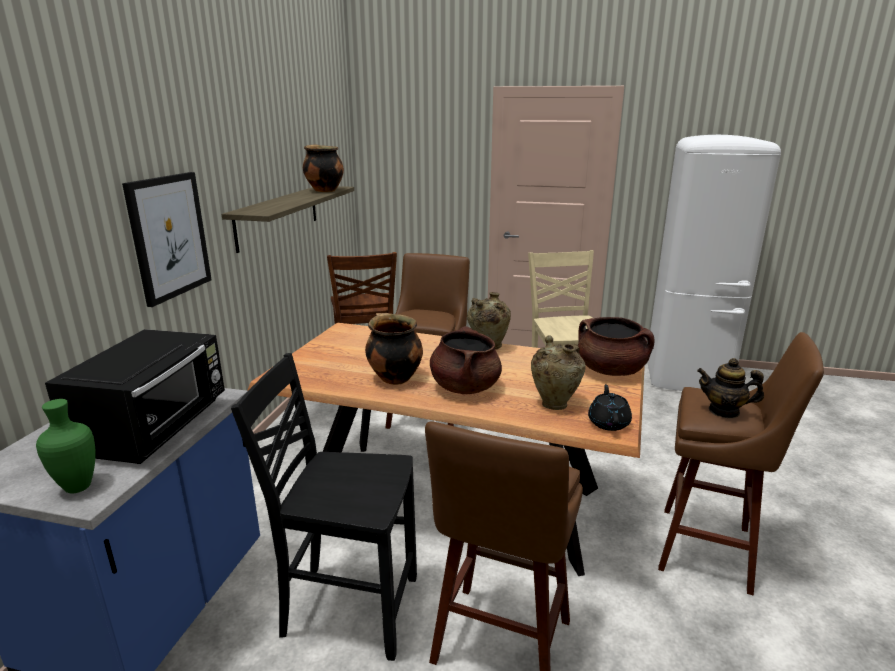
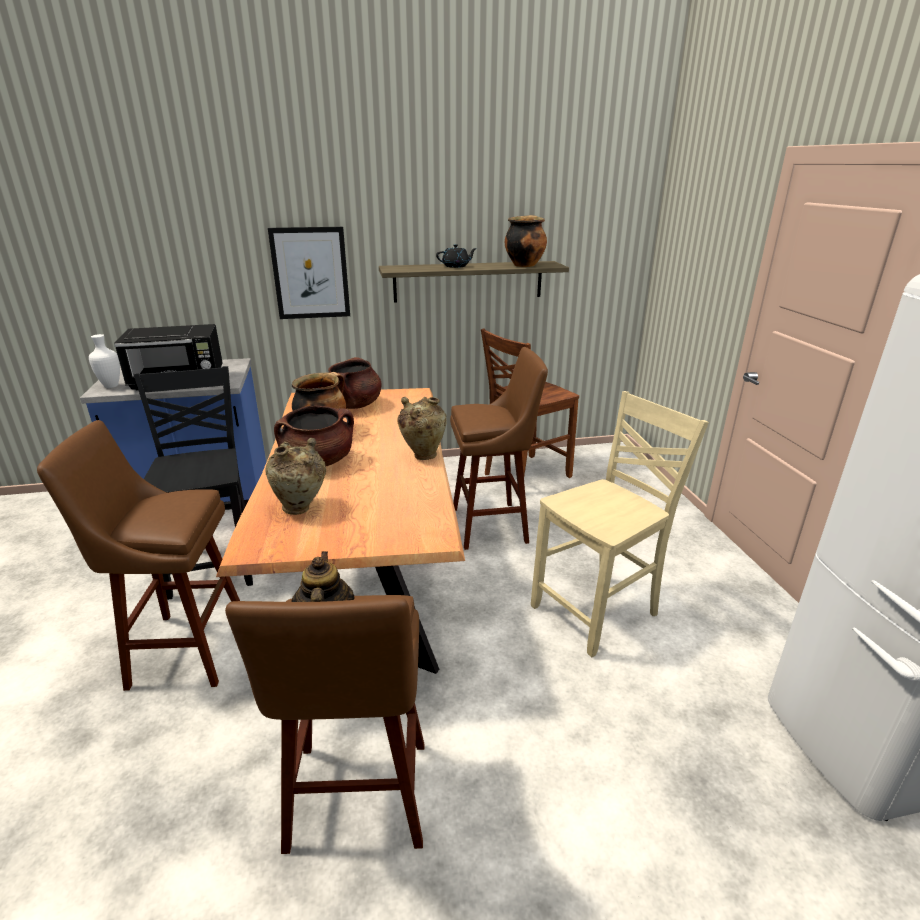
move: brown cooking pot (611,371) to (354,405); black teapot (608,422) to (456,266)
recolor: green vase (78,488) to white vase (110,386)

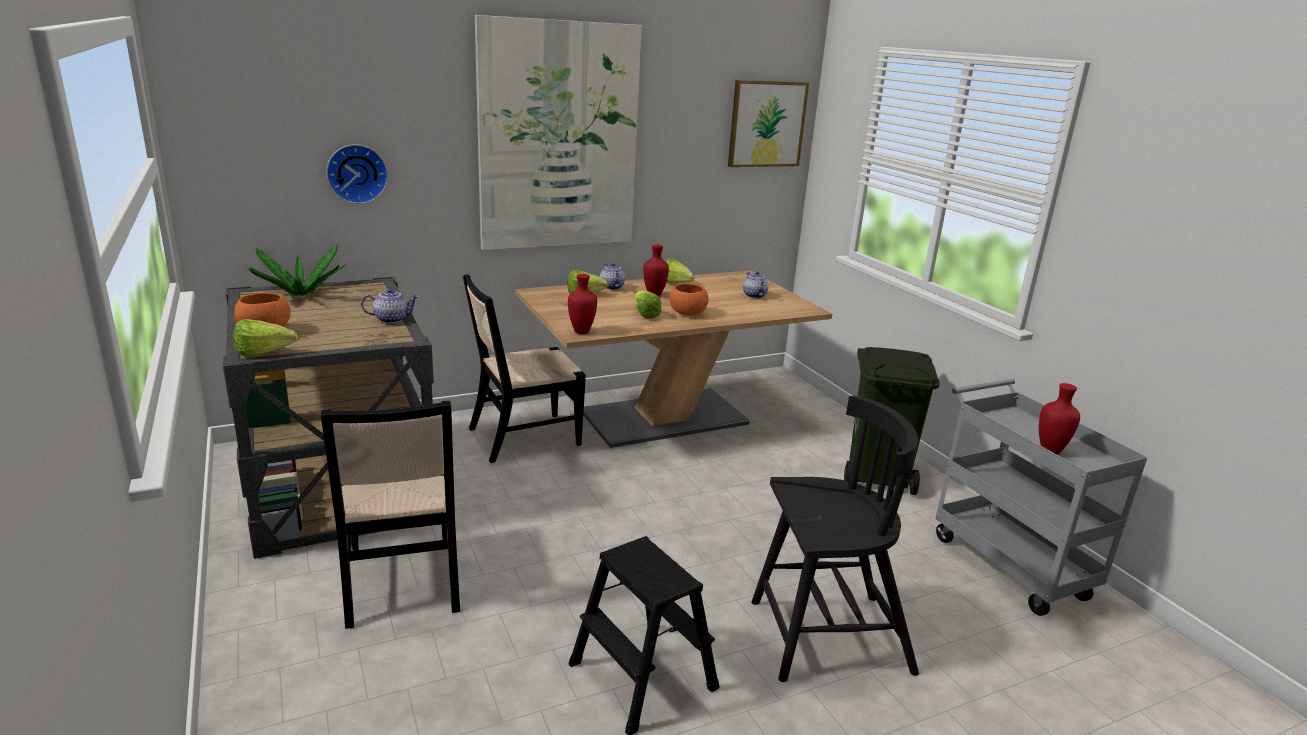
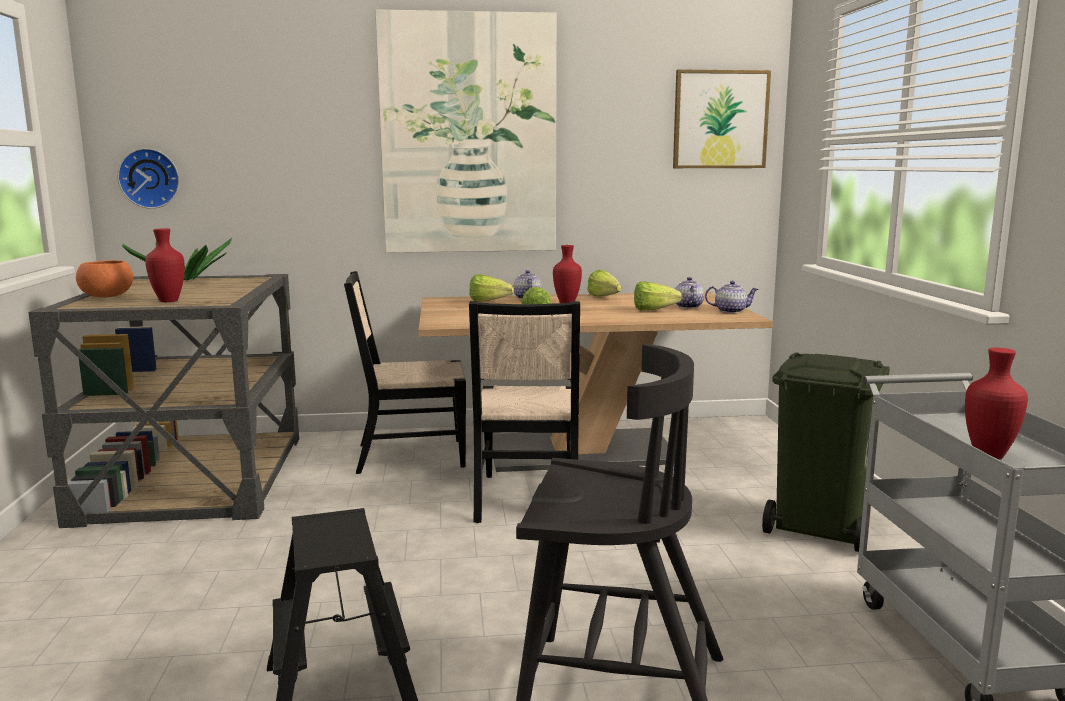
delete: orange bowl (687,313)
move: lettuce (268,353) to (657,310); chair (402,580) to (527,498); wall clock (357,173) to (150,178); teapot (392,319) to (730,311); red vase (581,332) to (167,301)

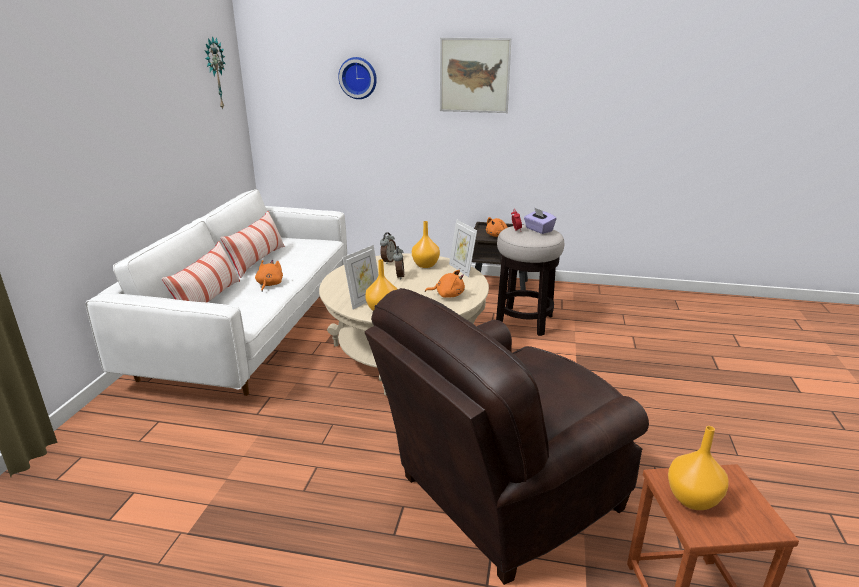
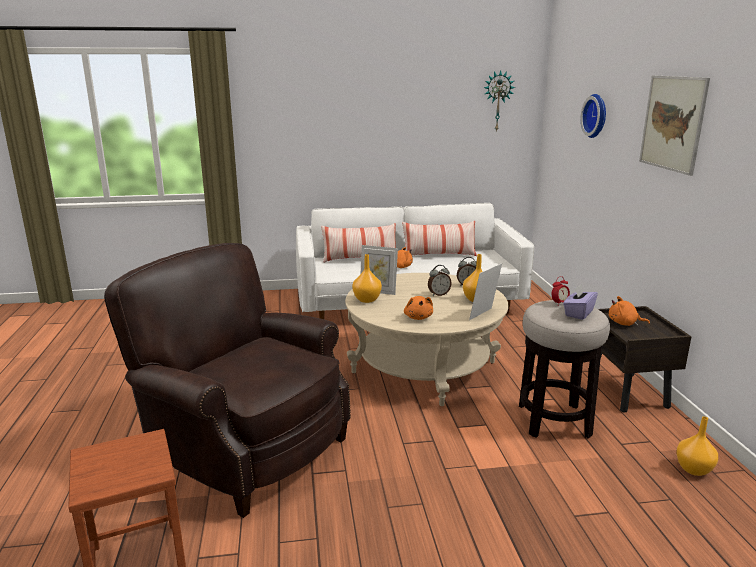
move: orange vase (692,498) to (694,469)

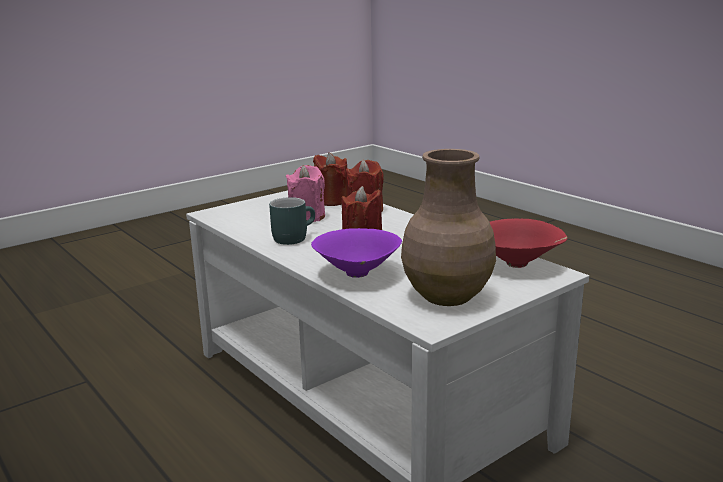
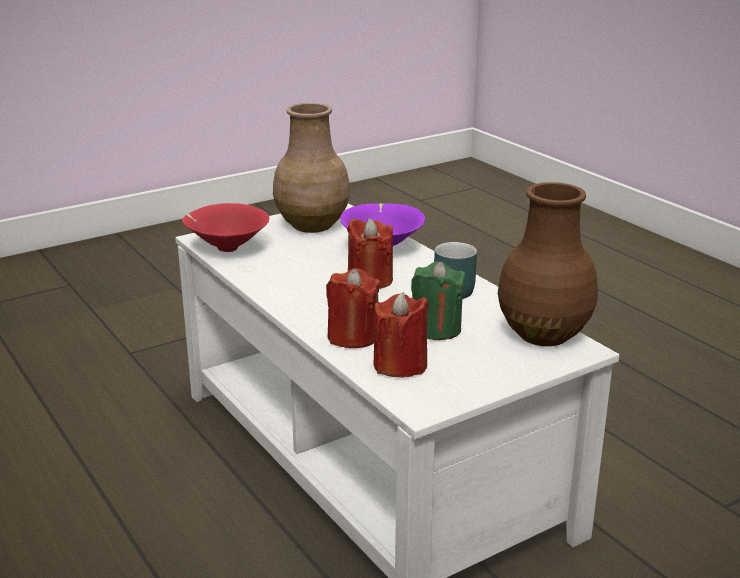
insert: brown vase (545,335)
recolor: pink candle (307,217) to green candle (436,329)

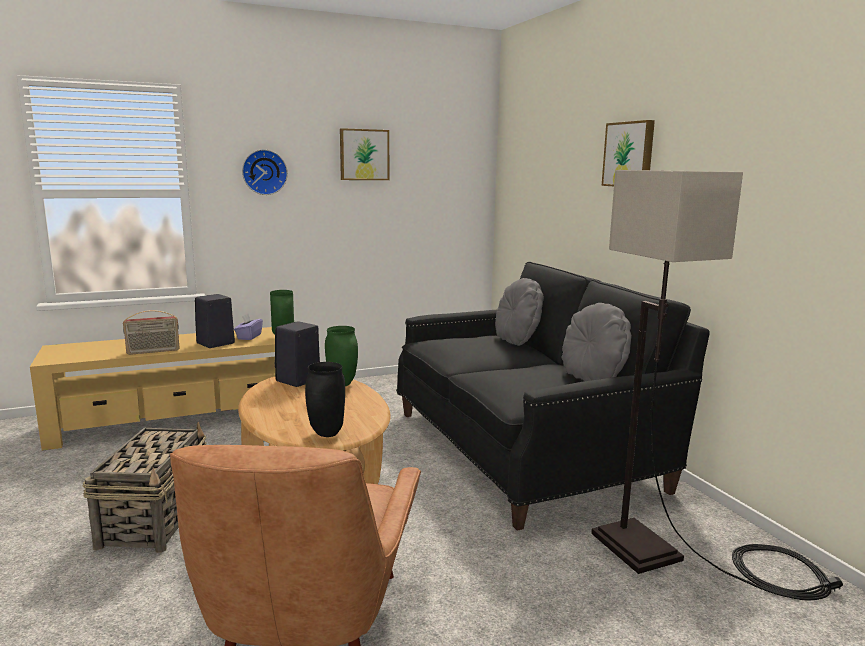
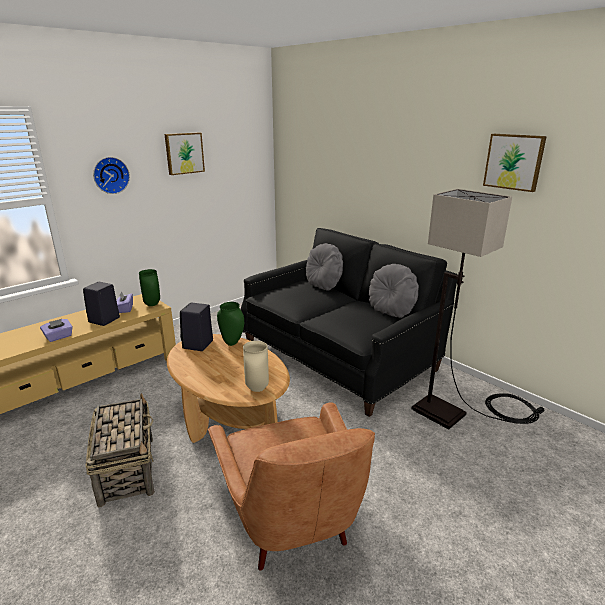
move: picture (629,154) to (514,162)
replace: radio (153,351) to purple tissue box (59,337)
recolor: black vase (327,434) to beige vase (258,388)

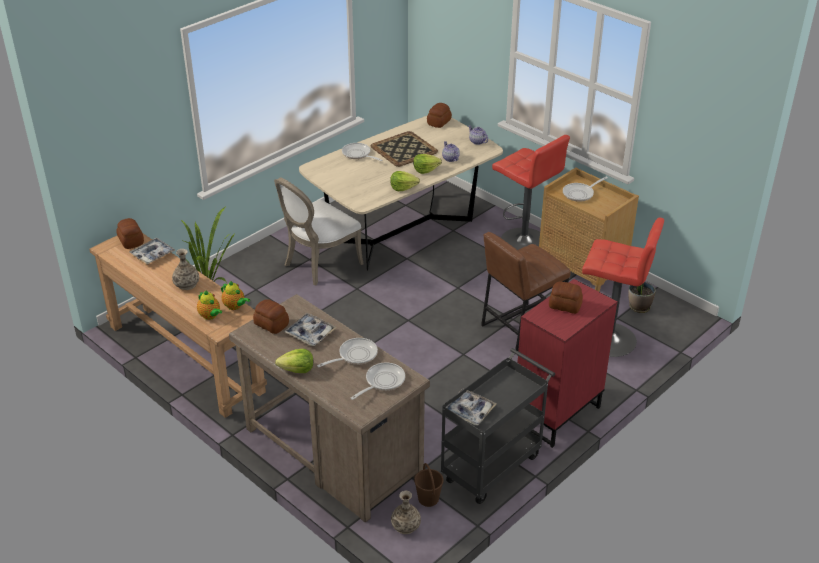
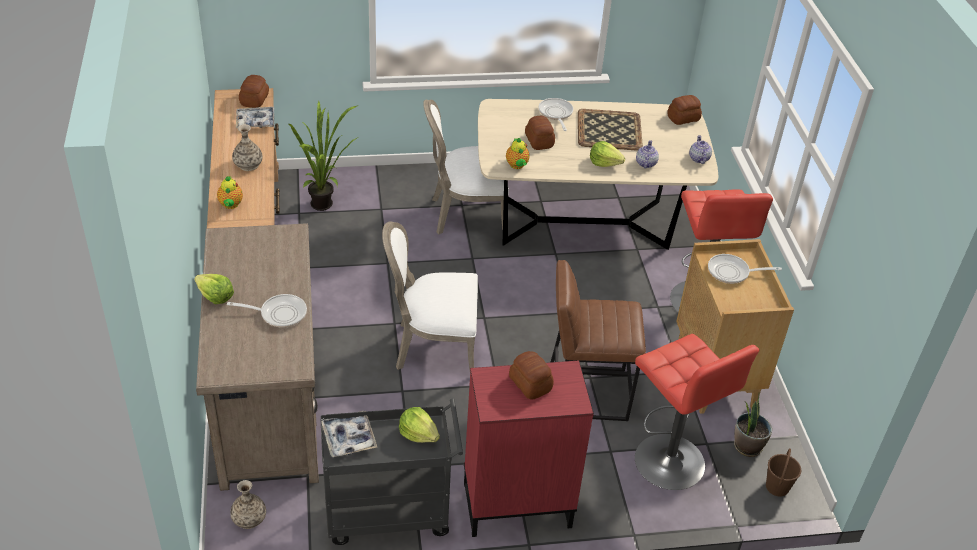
delete: tray (310,333); frying pan (382,382)
insert: white chair (433,347)
move: teapot (235,306) to (517,166); bread (271,324) to (539,141); lettuce (403,187) to (418,434); brown bucket (428,499) to (777,487)

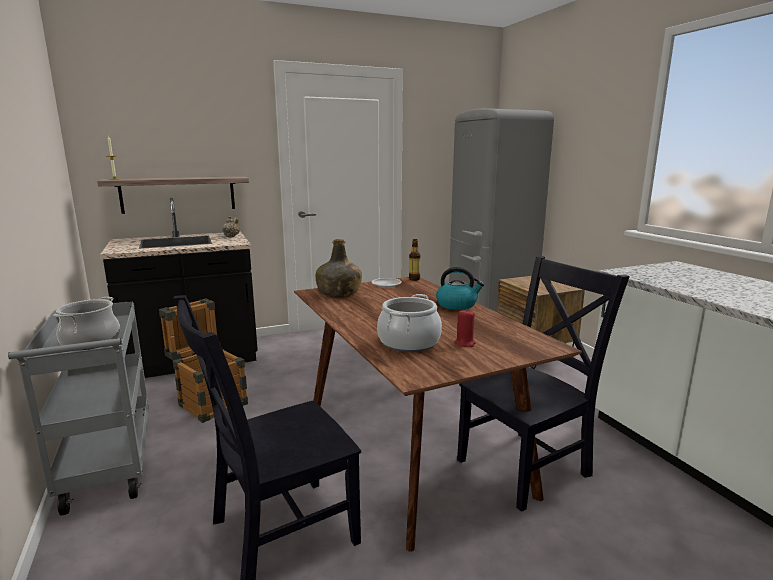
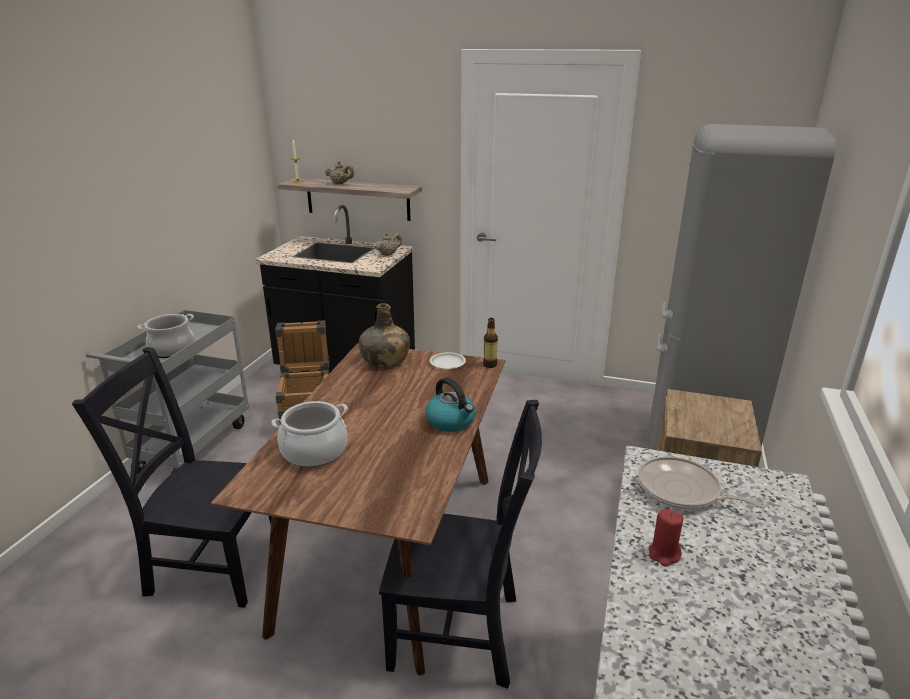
insert: beige teapot (340,183); frying pan (682,491)
move: red candle (465,343) to (664,554)

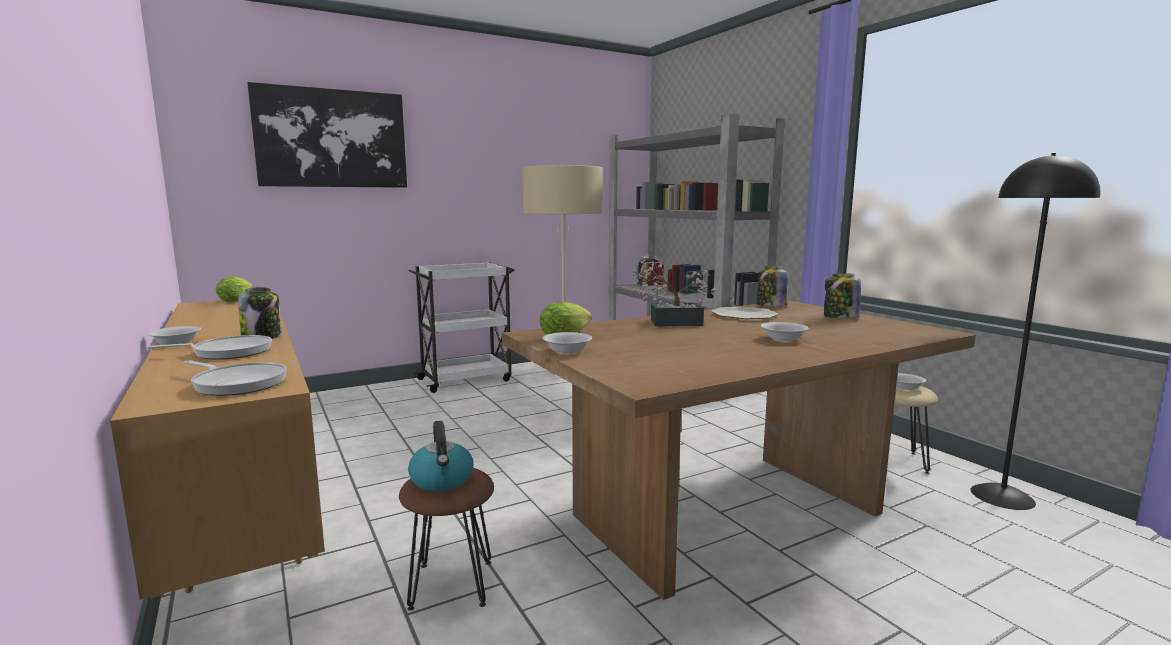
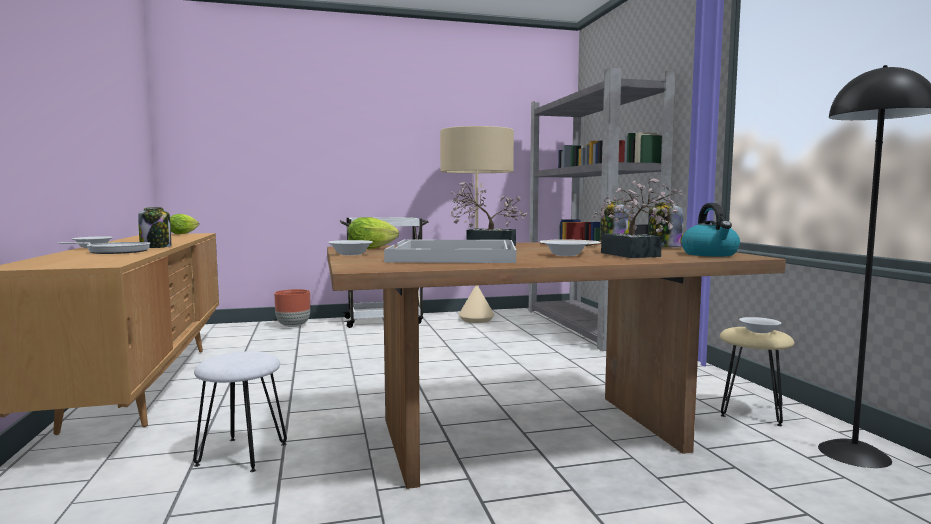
delete: frying pan (237,383); picture (332,138)
insert: brown planter (293,326); white tray (455,256); potted plant (633,255)
move: kettle (442,480) to (710,254)
recolor: brown stool (450,584) to white stool (241,454)

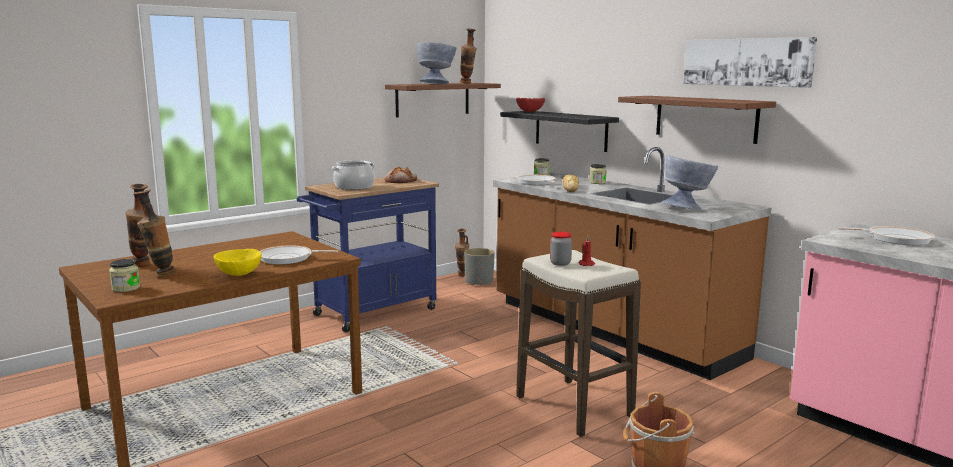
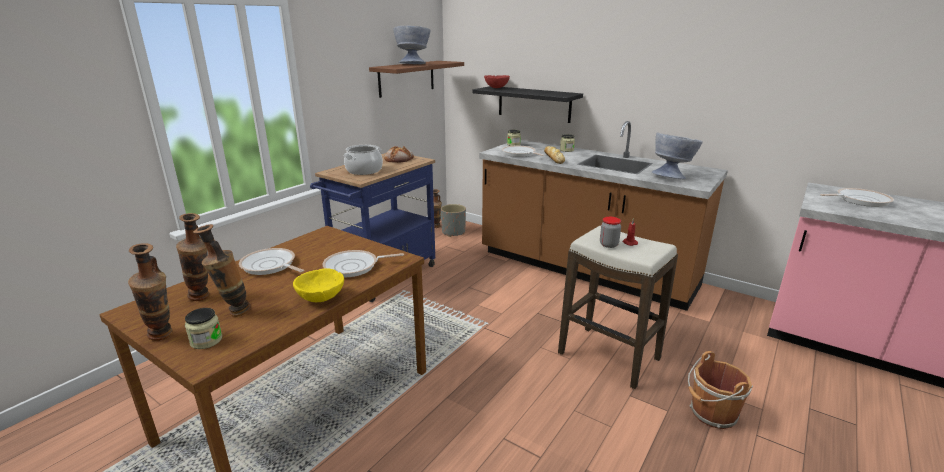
delete: brown shelf (705,118); picture (747,62)
insert: frying pan (270,266)
move: vase (467,83) to (163,338)

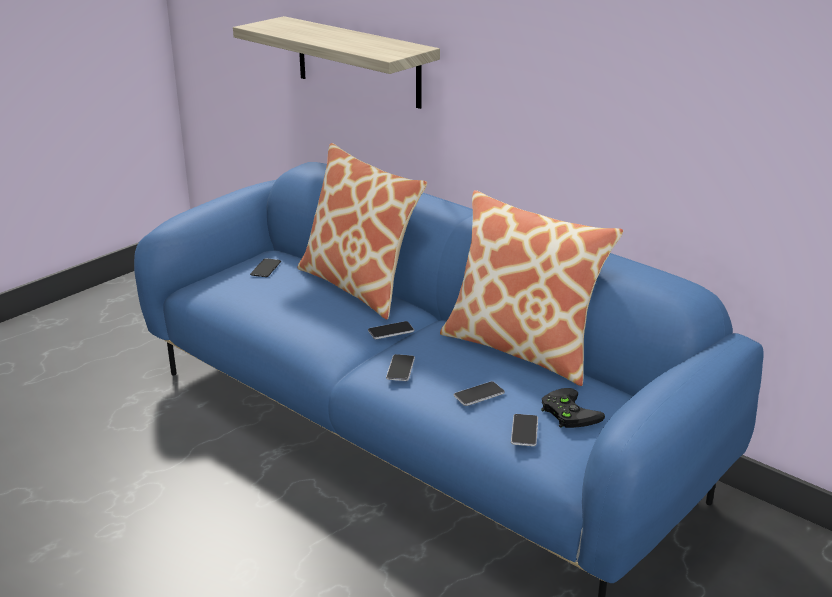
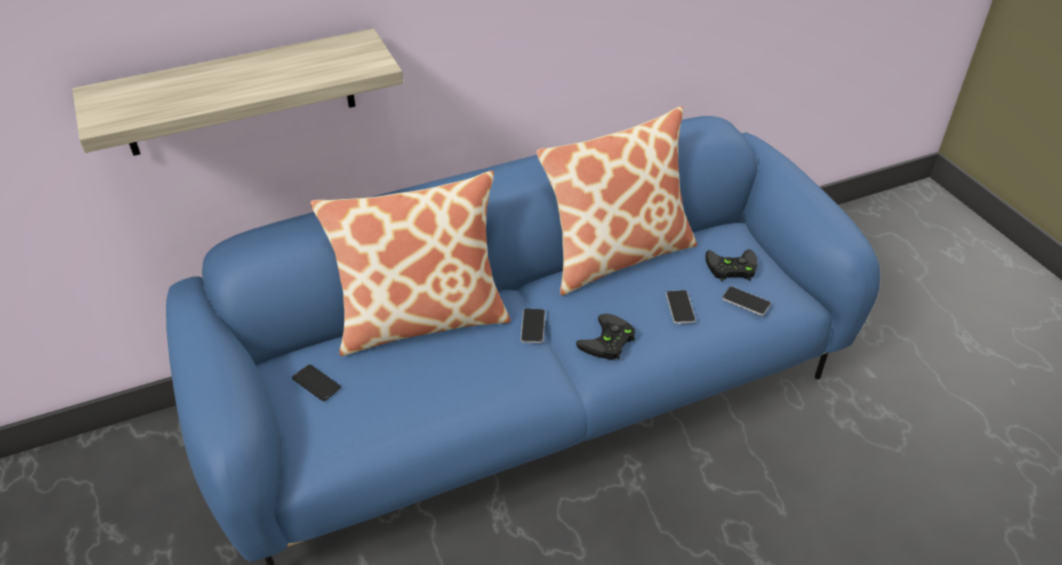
replace: phone (400,368) to black game controller (608,342)

